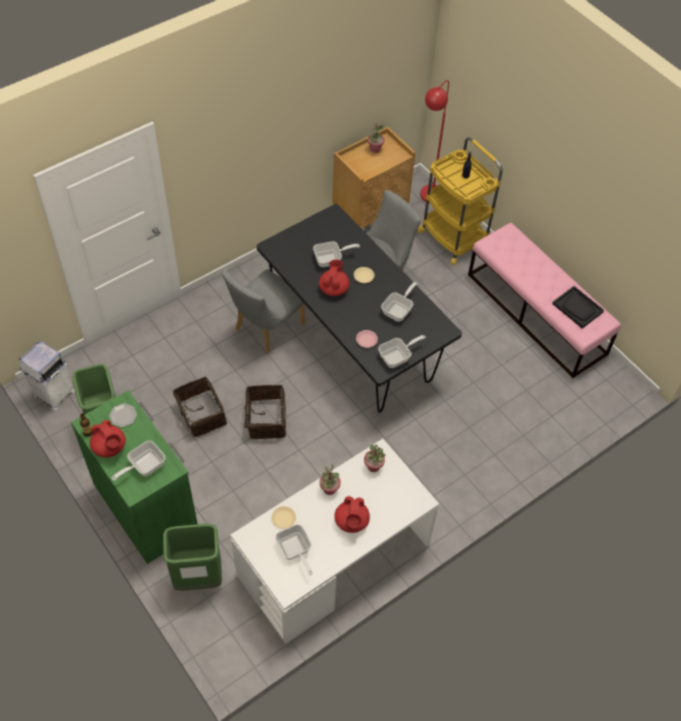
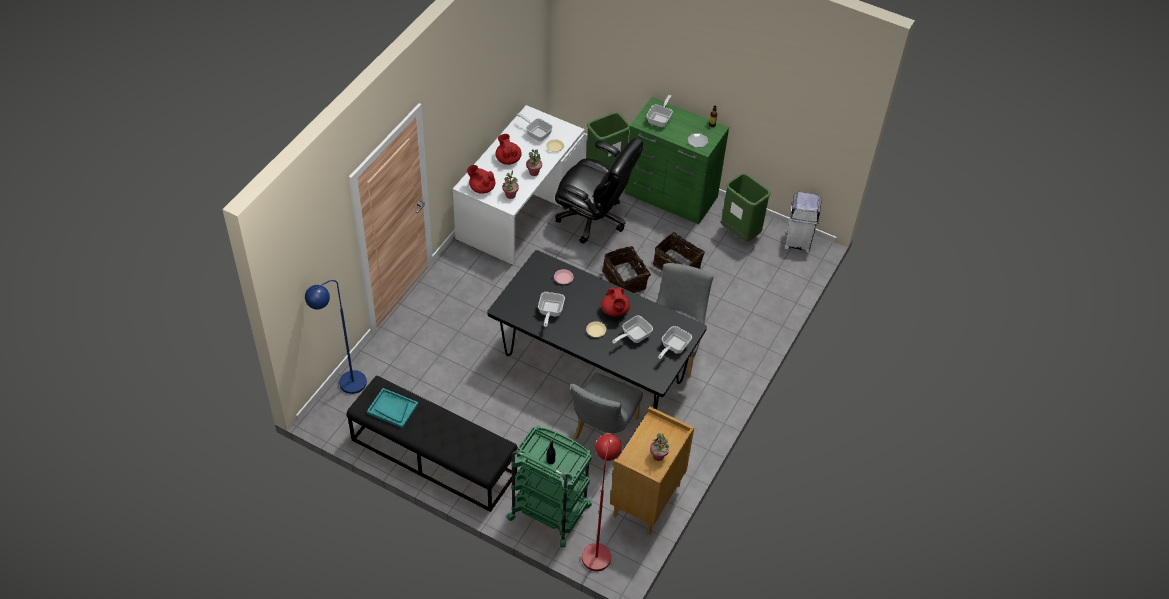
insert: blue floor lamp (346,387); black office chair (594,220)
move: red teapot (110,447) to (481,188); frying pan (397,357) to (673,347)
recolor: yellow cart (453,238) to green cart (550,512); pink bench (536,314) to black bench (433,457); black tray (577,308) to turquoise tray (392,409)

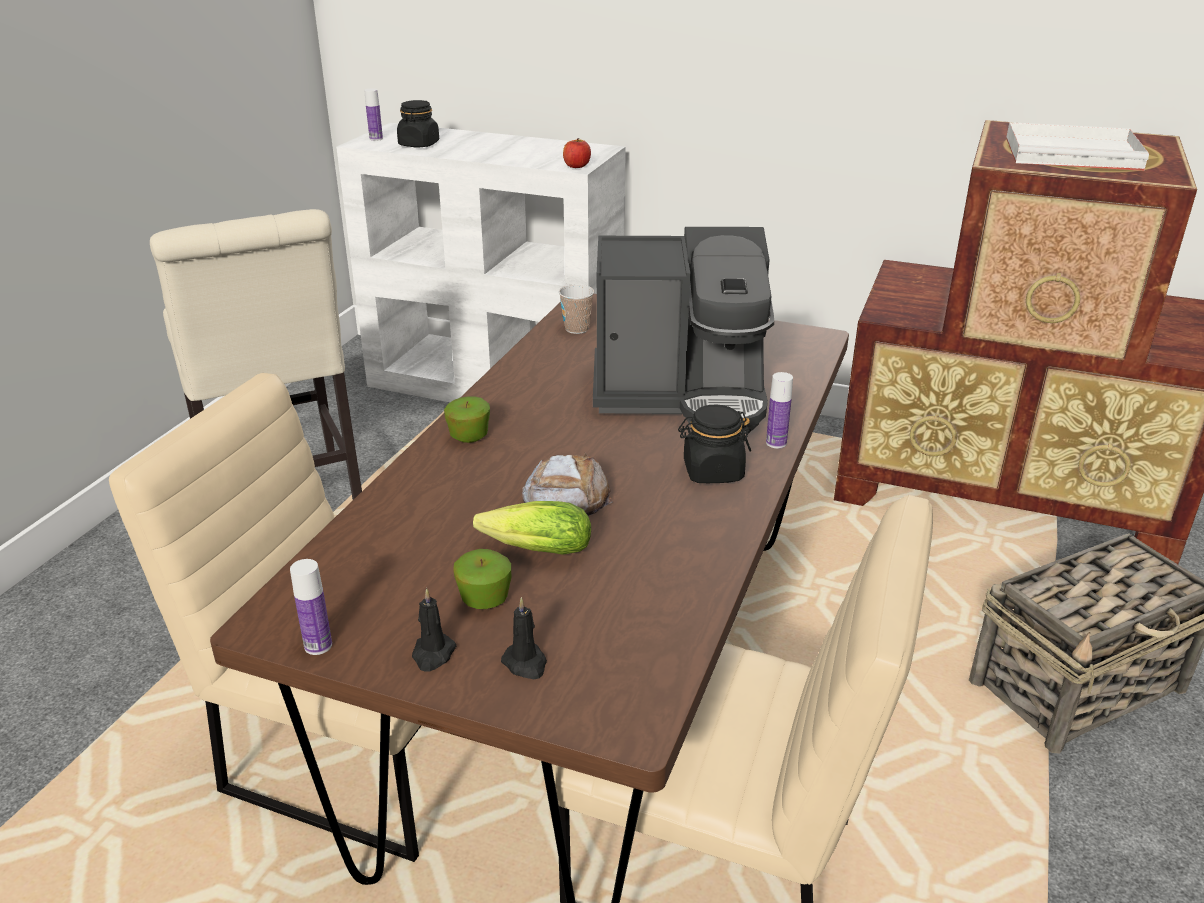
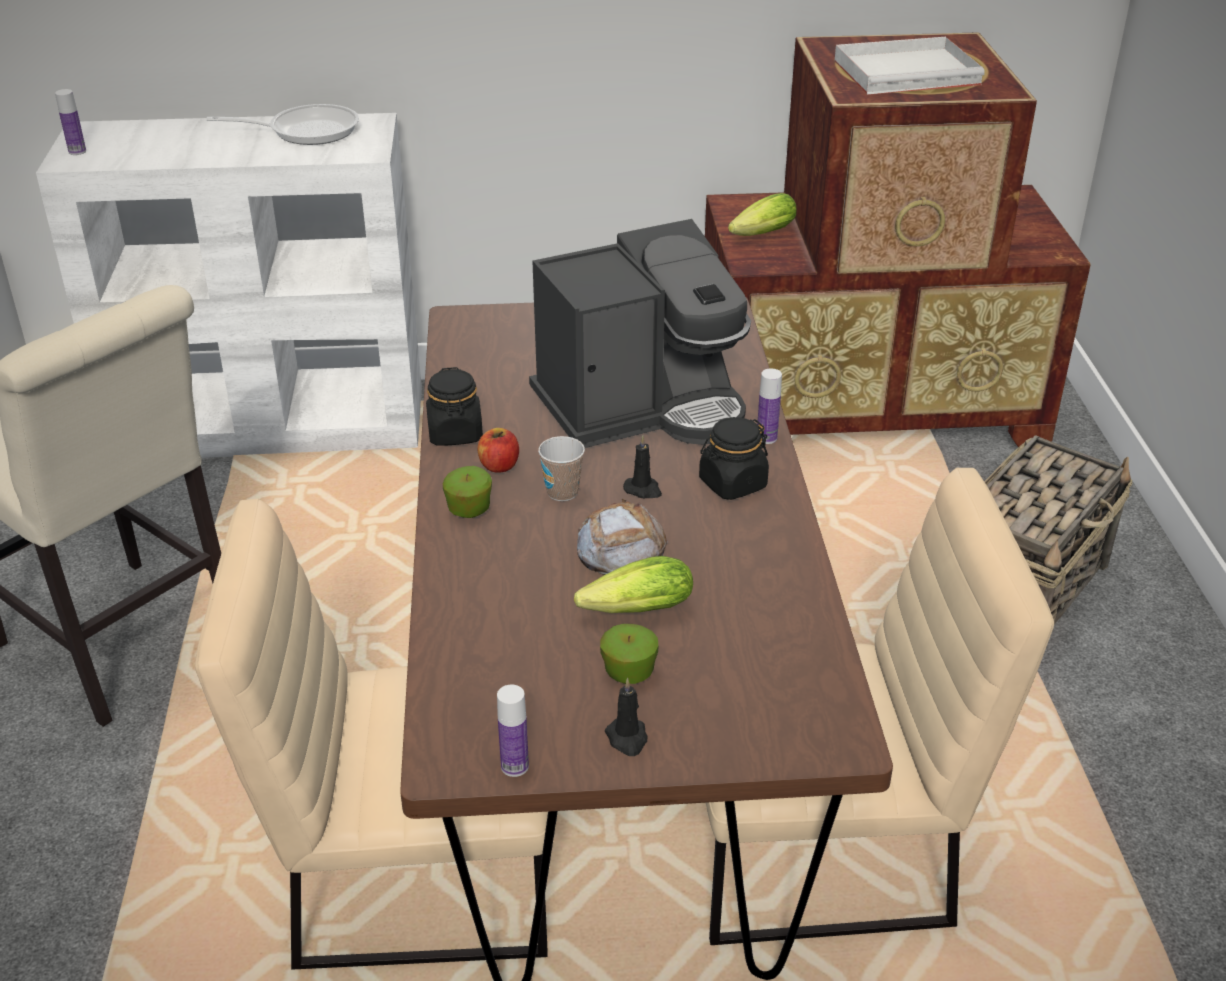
insert: frying pan (306,131); lettuce (759,235)
move: black jar (419,144) to (455,433); black candle (525,663) to (643,490); cup (576,329) to (562,492); apple (576,166) to (499,466)

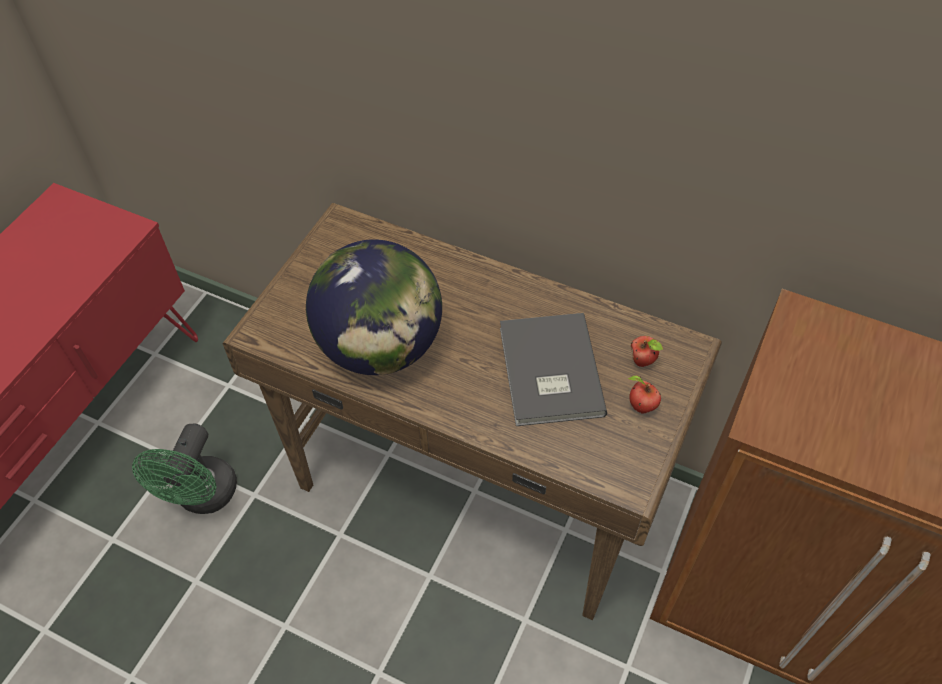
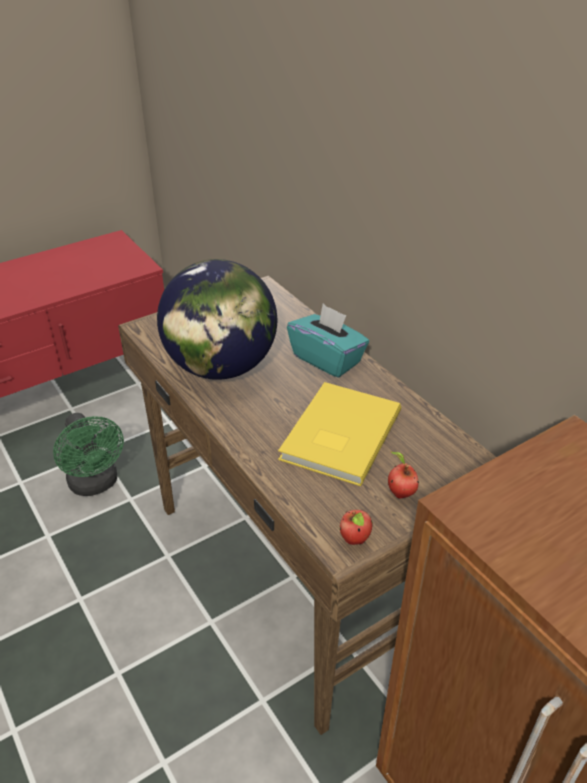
insert: turquoise tissue box (327,359)
move: apple (643,361) to (355,540)
recolor: grey book (547,373) to yellow book (337,435)
rotate: green fan (203,497) = (96,484) 75 degrees counterclockwise

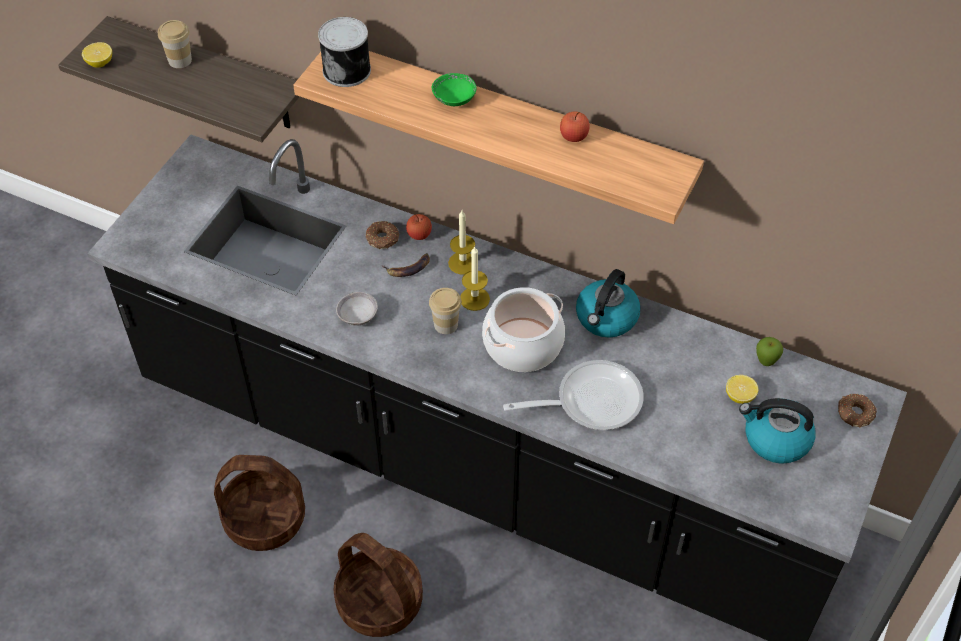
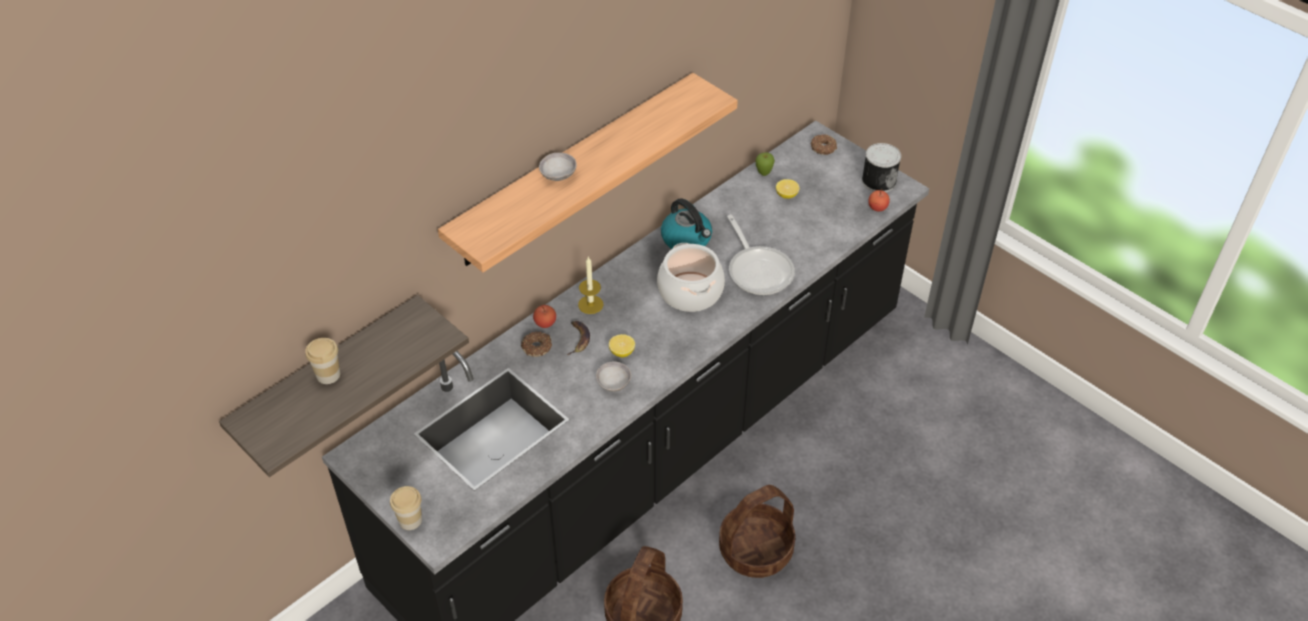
delete: candle (474,299); kettle (775,439)
move: lemon (100,63) to (622,352); can (348,70) to (878,180); cup (446,324) to (410,520); apple (573,136) to (877,207)
recolor: green bowl (454,99) to grey bowl (558,175)
rotate: frying pan (591,401) = (758,270) 150 degrees clockwise

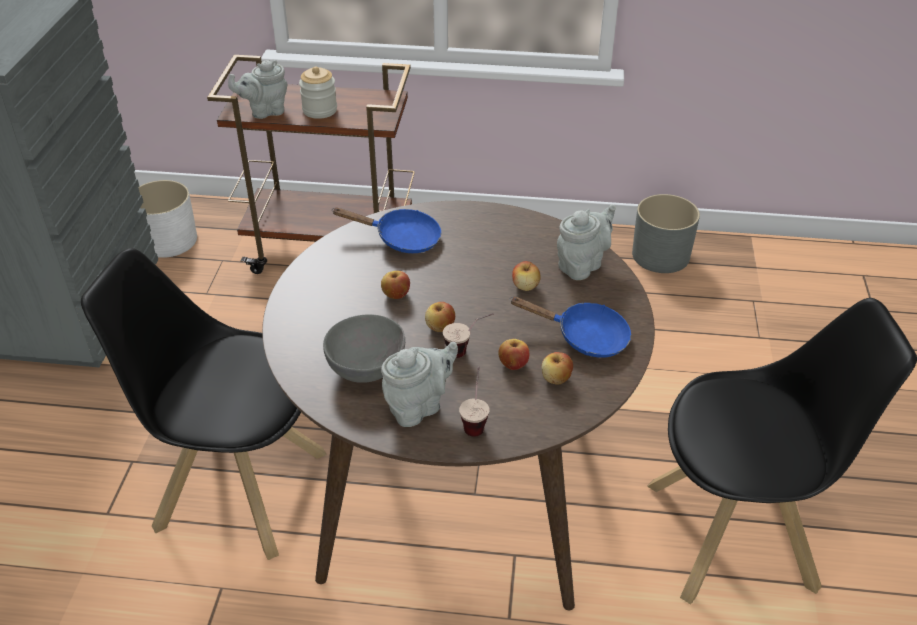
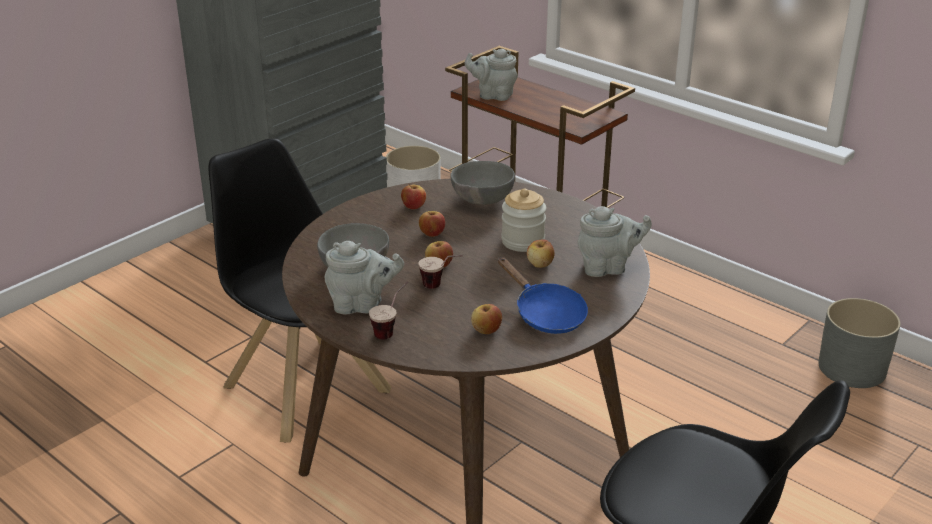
move: jar (320,110) to (523,241); apple (513,364) to (413,206)
replace: blue frying pan (401,239) to grey bowl (481,201)

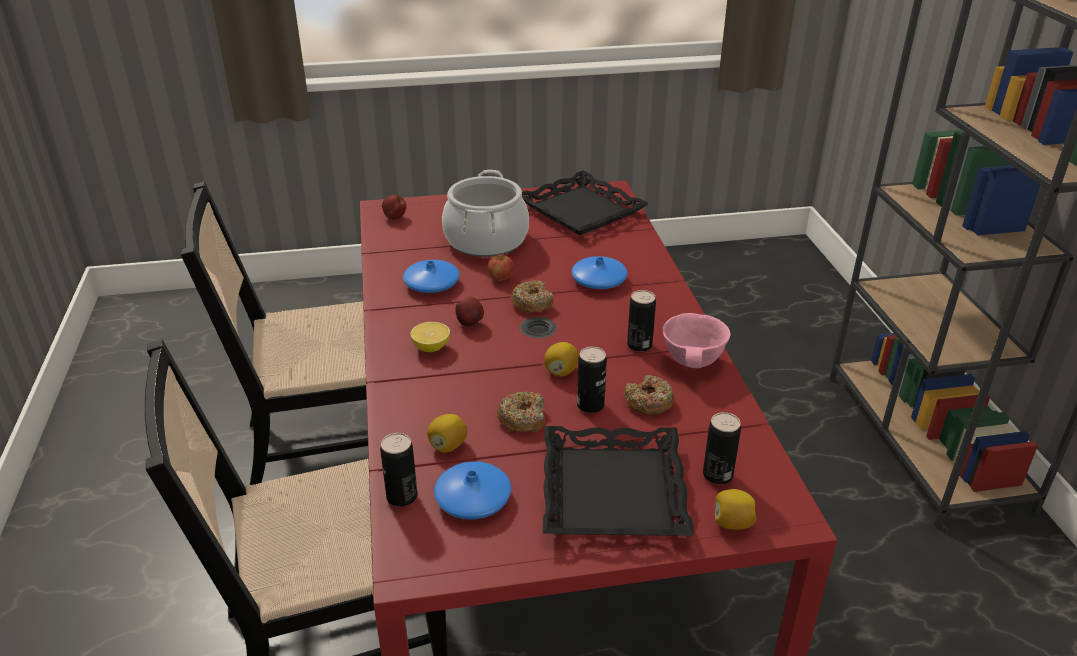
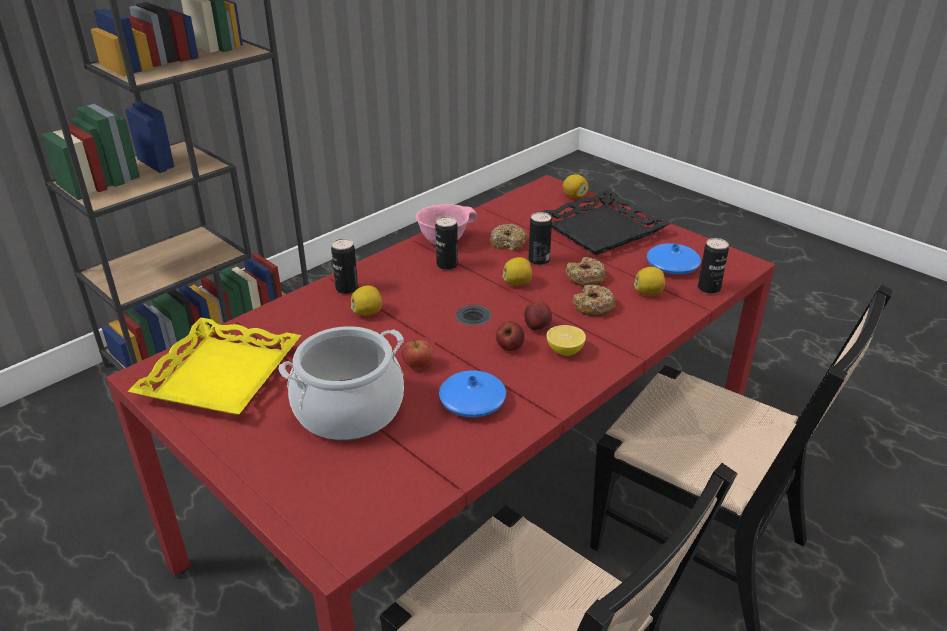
move: apple (394,218) to (537,328); donut (532,303) to (593,307); can (717,475) to (347,288)
replace: blue vase (599,280) to lemon (368,312)
recolor: black tray (580,211) to yellow tray (222,376)

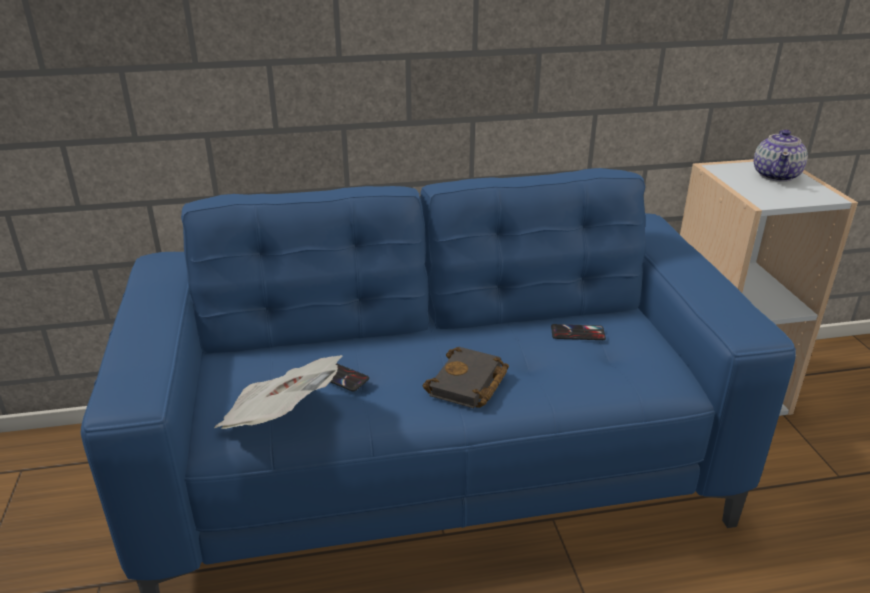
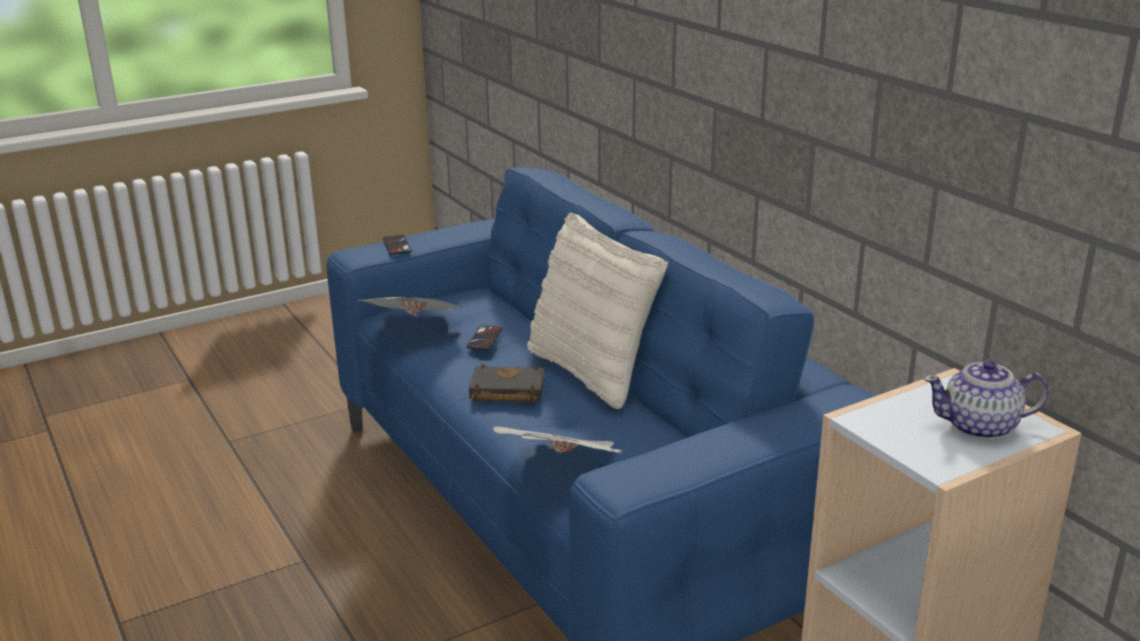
insert: newspaper (565,470); beige pillow (593,375)
move: phone (577,333) to (396,245)

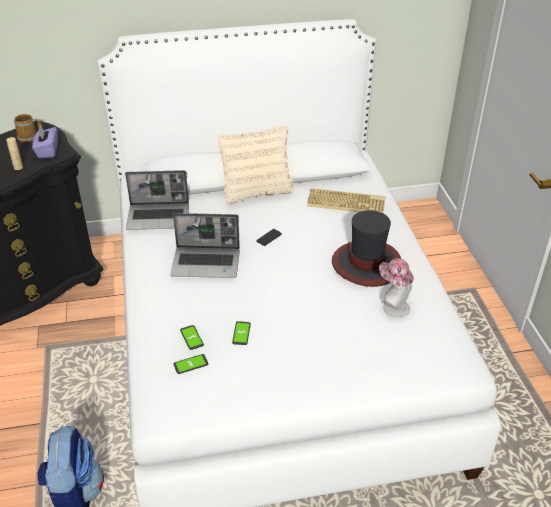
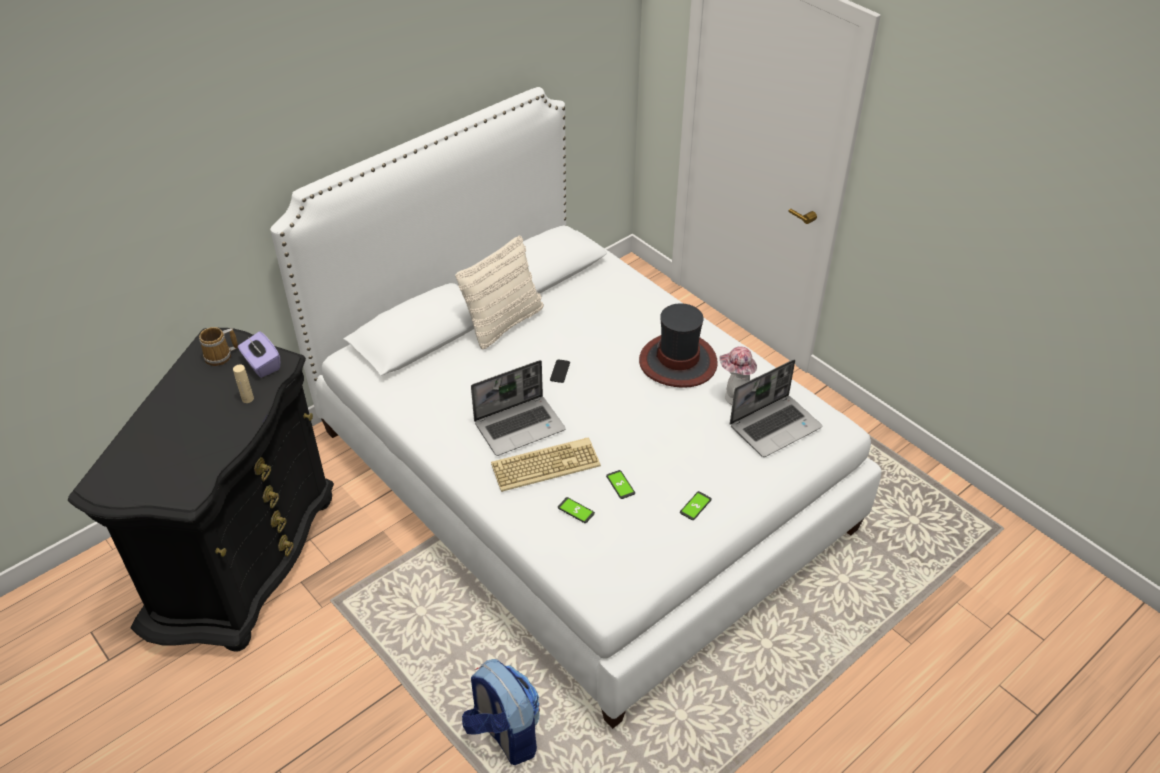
move: laptop (159,217) to (775,426); phone (191,364) to (695,506); keyboard (347,202) to (546,464)

